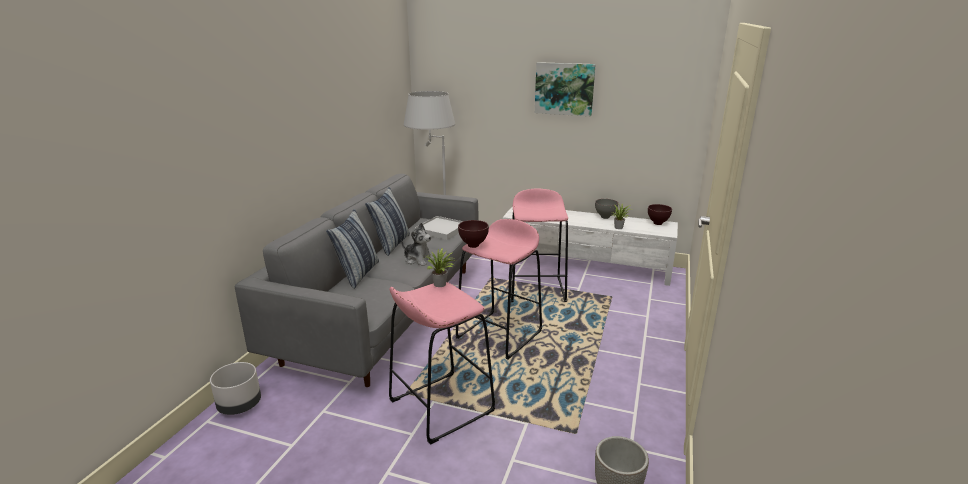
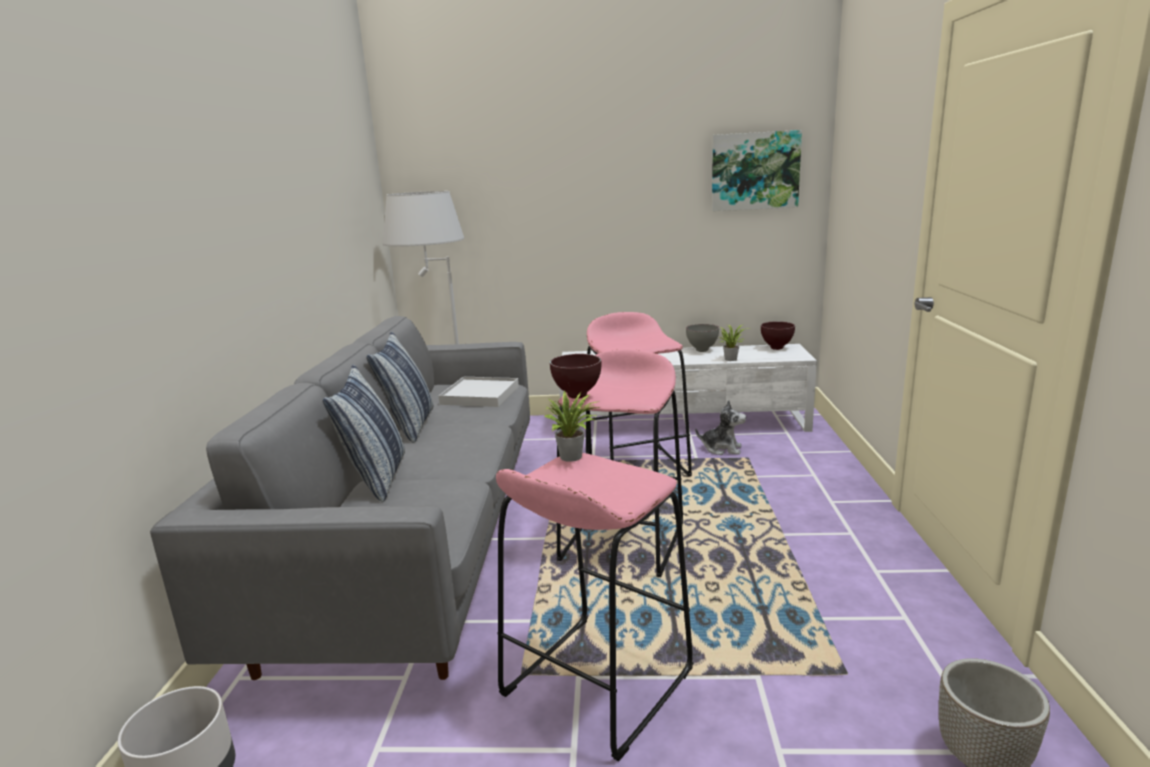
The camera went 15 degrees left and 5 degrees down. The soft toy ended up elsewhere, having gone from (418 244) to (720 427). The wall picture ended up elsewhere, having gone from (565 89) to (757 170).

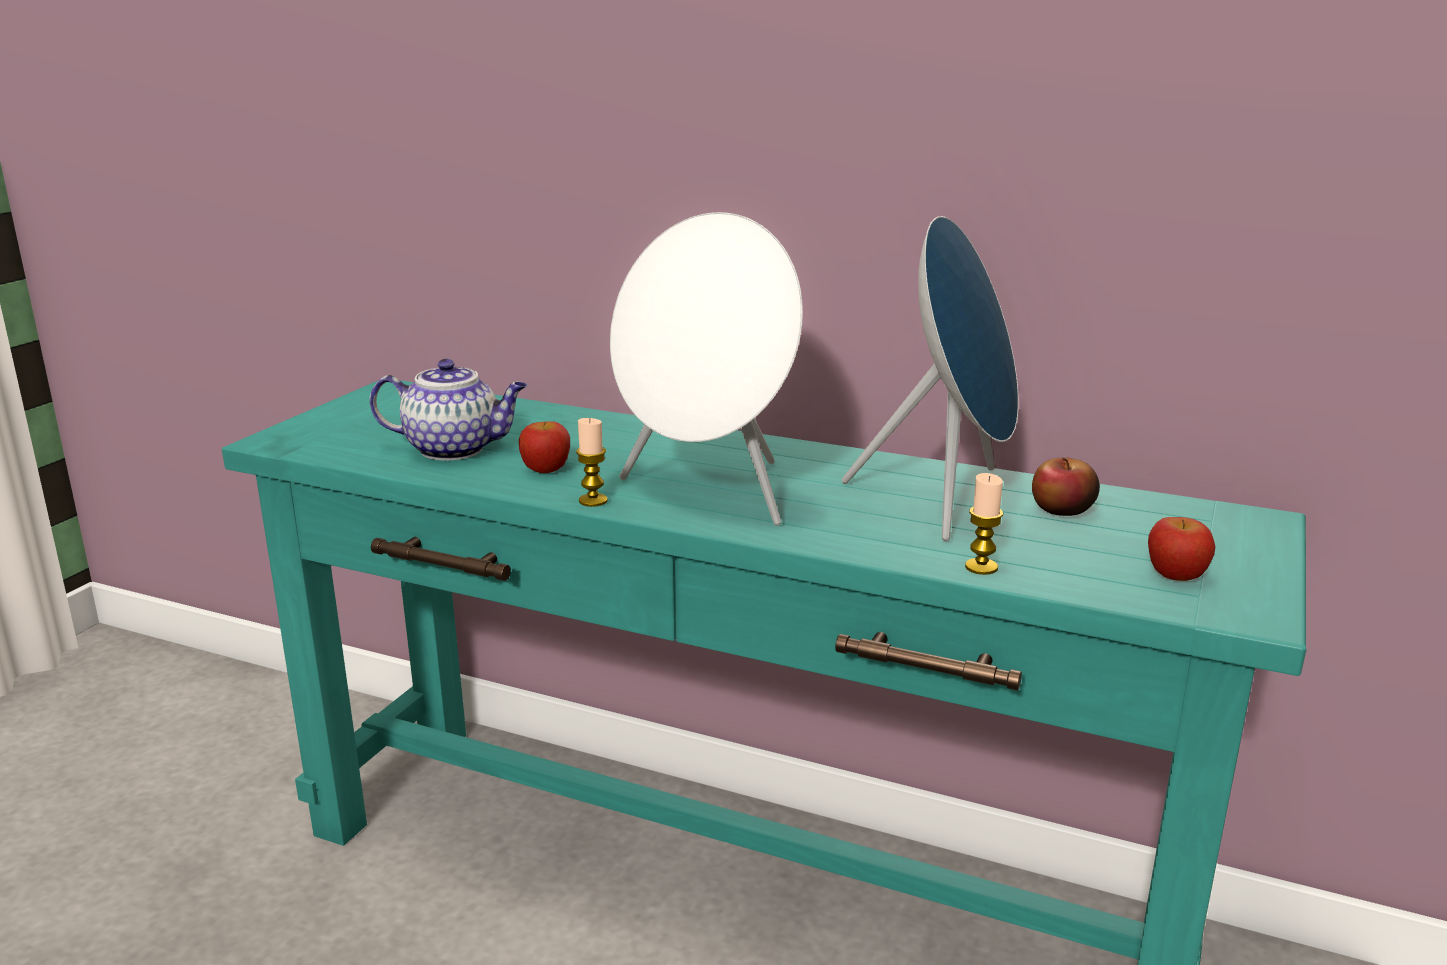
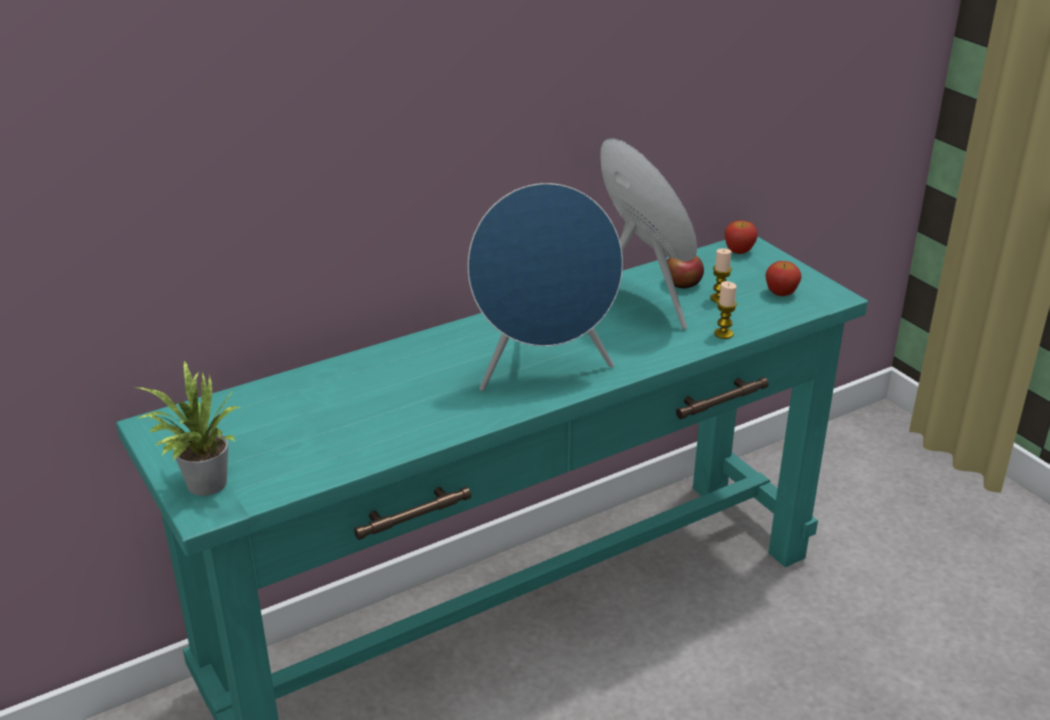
The camera went 55 degrees left and 10 degrees up. The second view lost the tea pot at (448 409). The apple ended up elsewhere, having gone from (544 447) to (741 237). The candle ended up elsewhere, having gone from (592 462) to (721 275). What was the audio speaker/white at (706 369) turned into the audio speaker/bluish at (545 287). The second view gained the plant in a pot at (188 428).

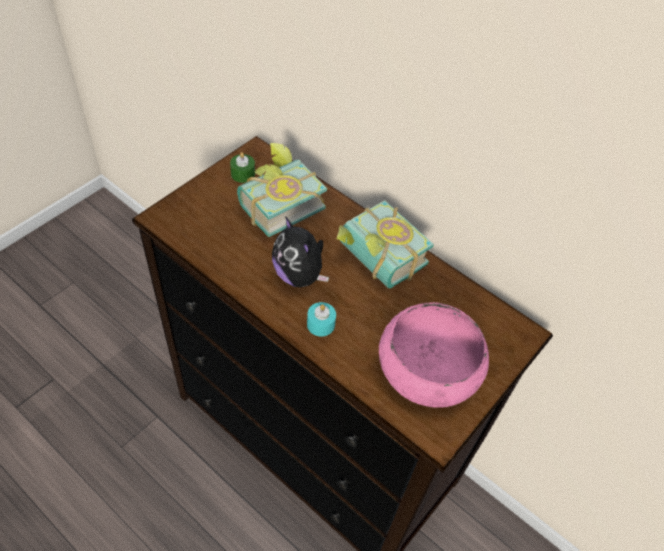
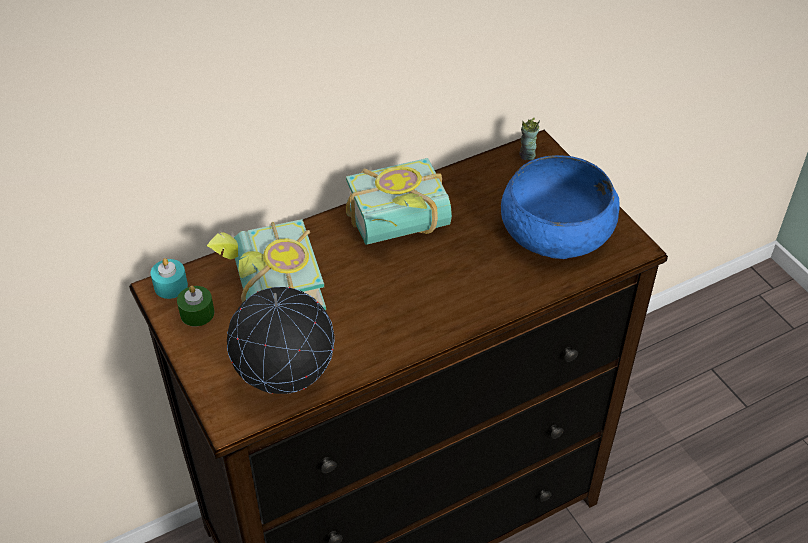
The camera went 65 degrees left and 5 degrees down. The second view lost the soft toy at (300 251). The candle/blue-green ended up elsewhere, having gone from (321 319) to (169 278). What was the serving bowl/pink-coloured at (434 355) turned into the serving bowl/bluish at (560 207). The second view gained the world globe at (281 340). The second view gained the cup at (529 139).

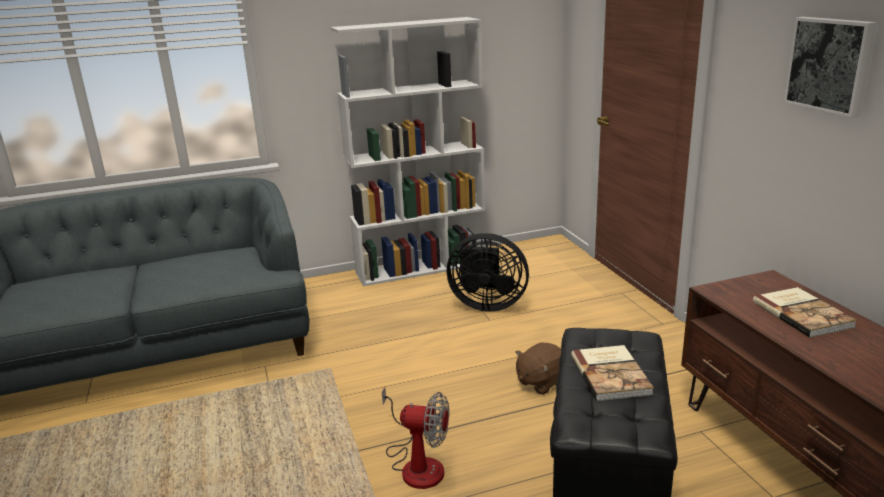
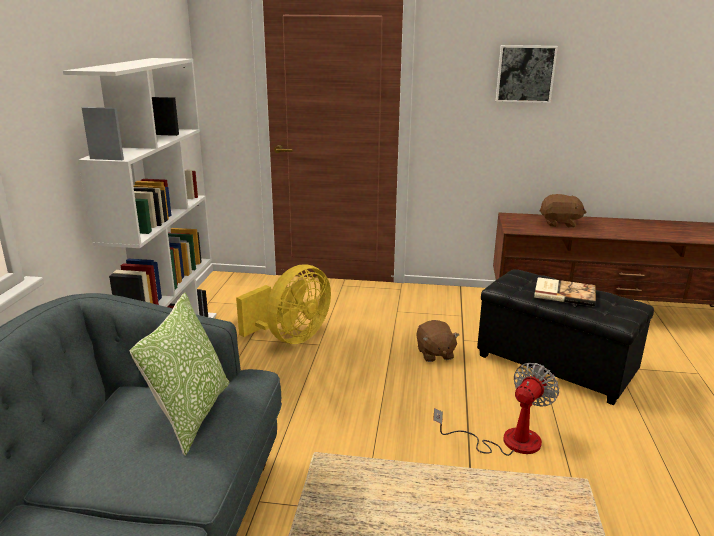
The camera went 65 degrees left and 0 degrees up. What was the fan/black at (488 272) turned into the fan/yellow-coloured at (283 304). Where the book stood at (805 312), the soft toy/brown came to stand at (563 211). The second view gained the pillow at (179 374).

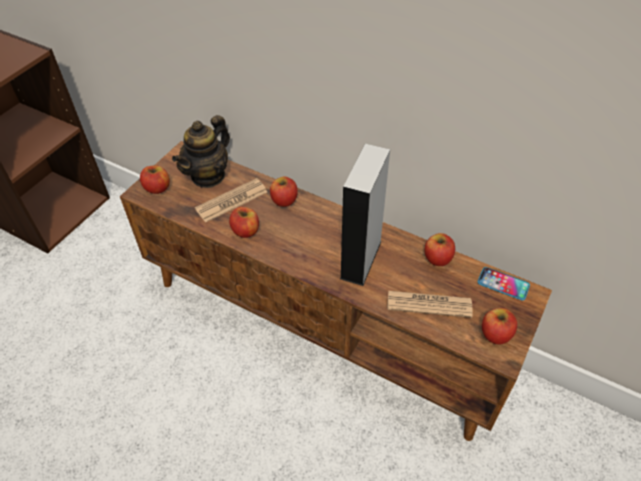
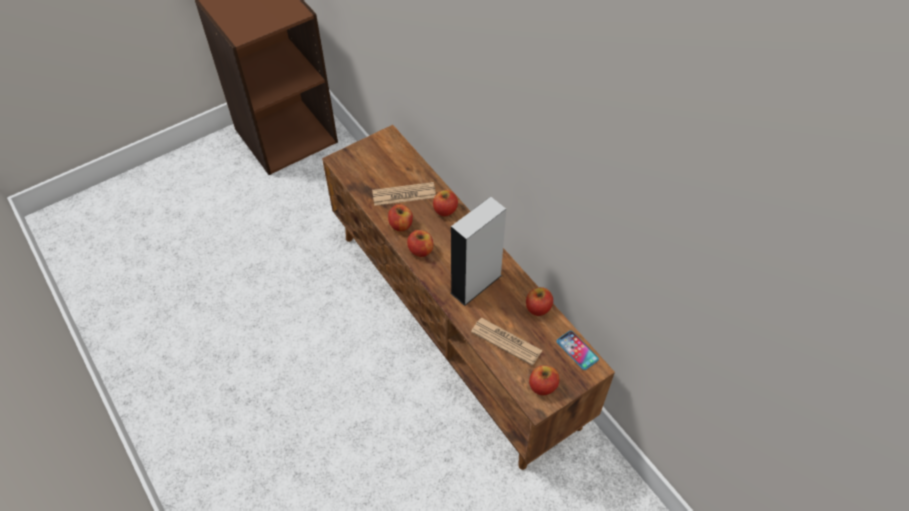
The camera went 25 degrees right and 5 degrees up. The apple ended up elsewhere, having gone from (155 180) to (420 243). The second view lost the tea pot at (201 151).

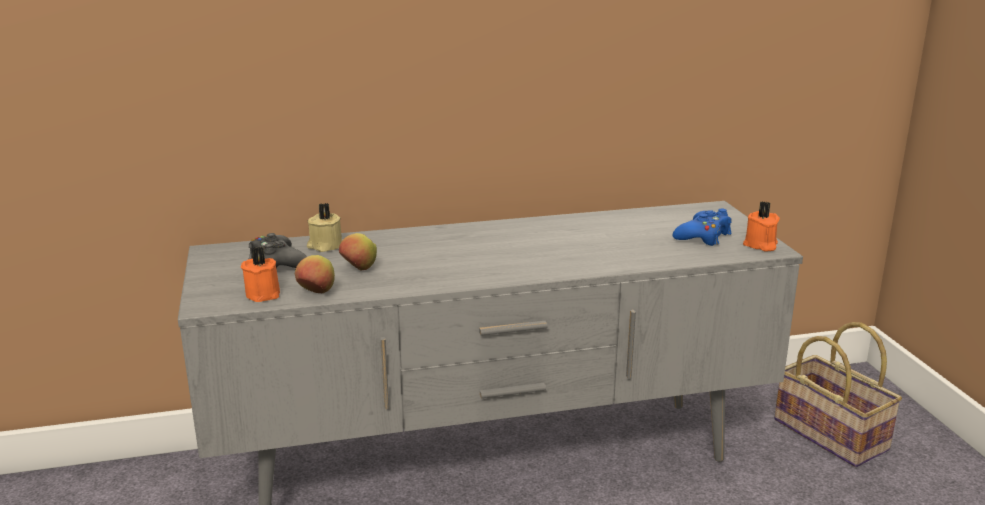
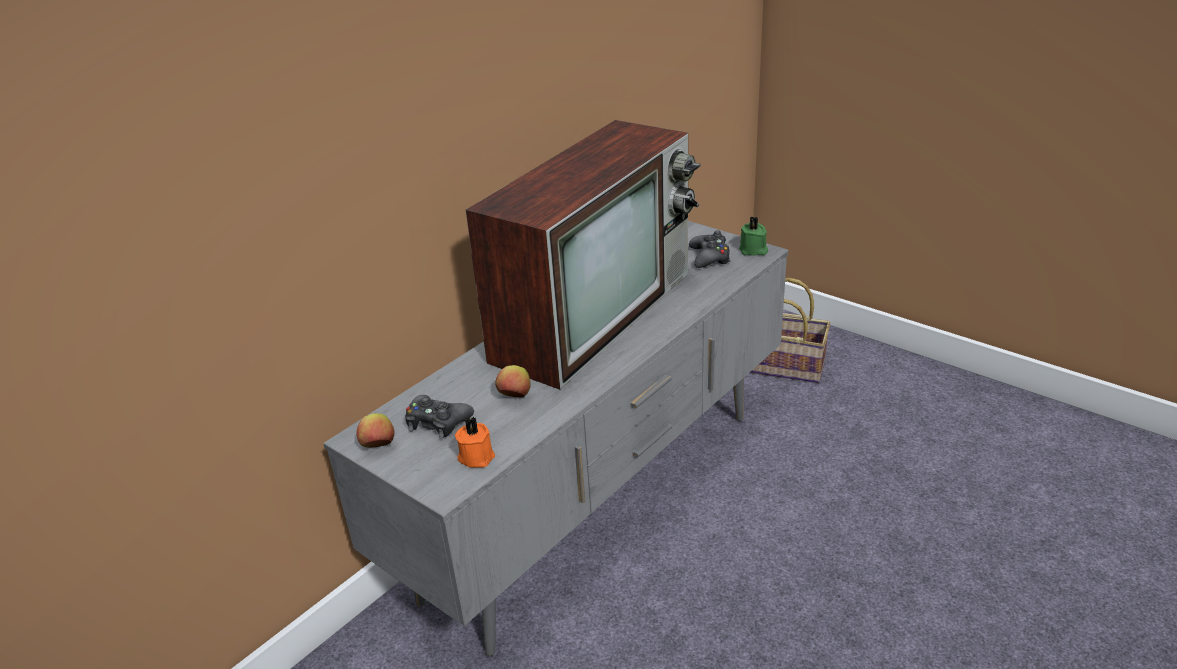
The camera went 35 degrees left and 10 degrees up. The apple ended up elsewhere, having gone from (315 274) to (375 430). The second view lost the candle/beige-coloured at (324 227). What was the joypad/bluish at (702 227) turned into the joypad/black at (710 249). What was the candle/orangey at (761 226) turned into the candle/green-coloured at (753 236). The second view gained the TV set at (583 255).

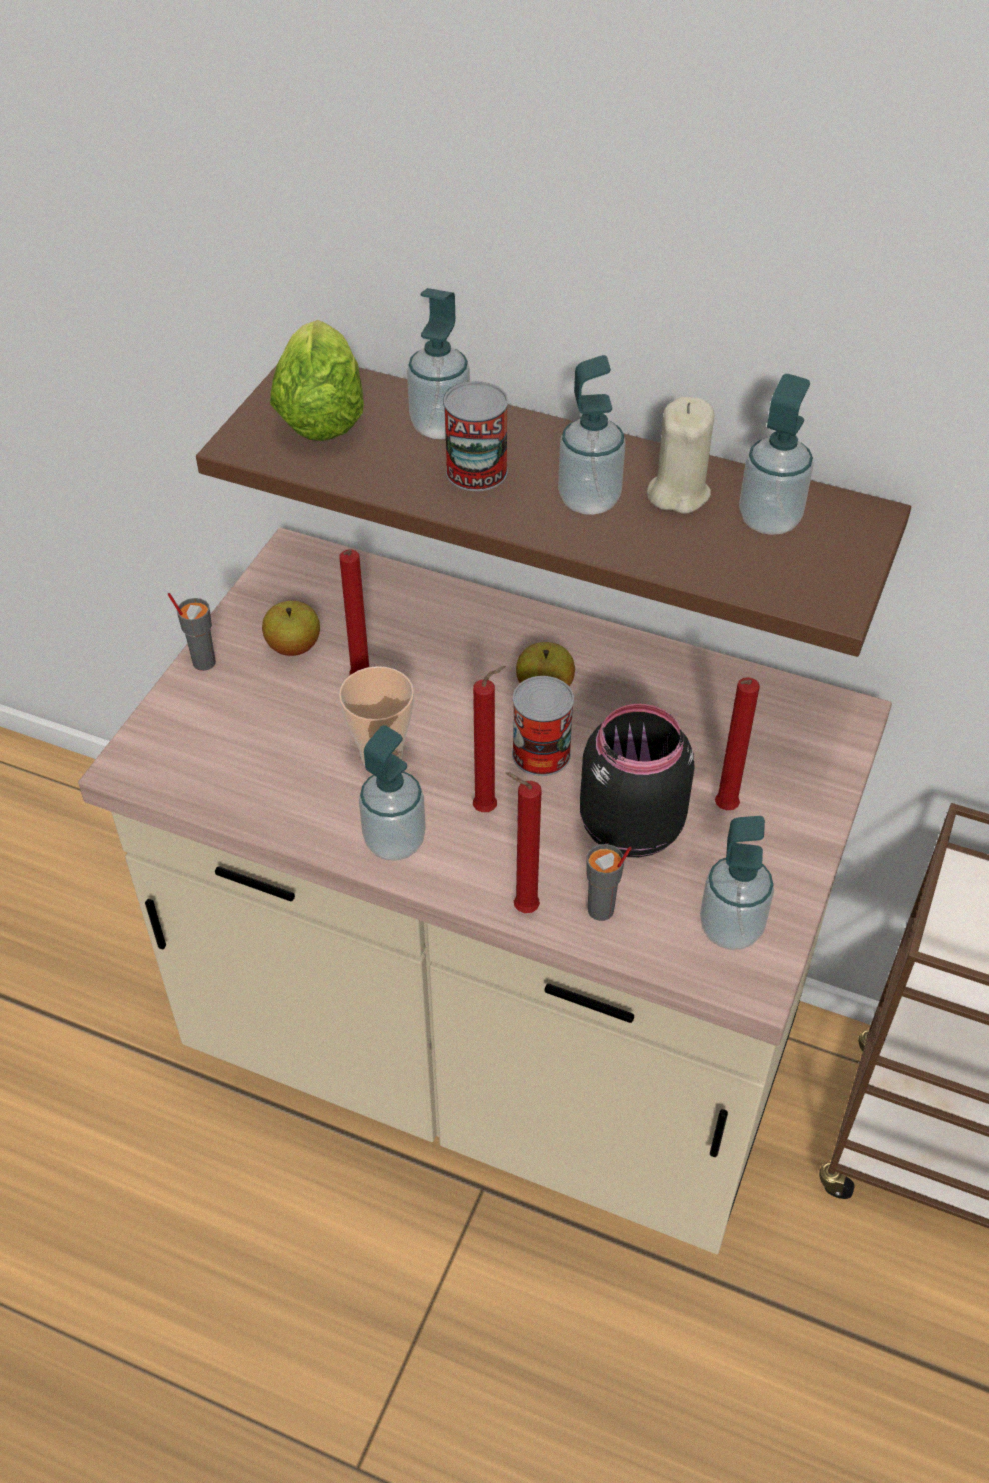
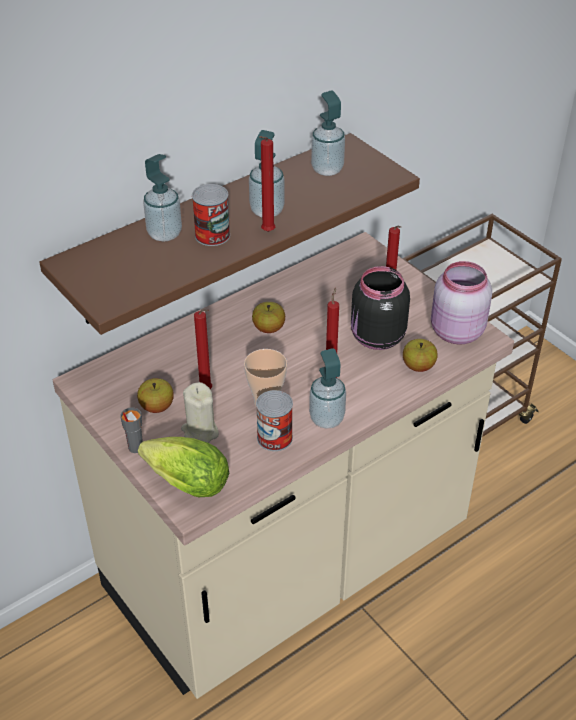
The camera went 60 degrees left and 5 degrees down. The head of lettuce ended up elsewhere, having gone from (317 380) to (183 467). The candle/red ended up elsewhere, having gone from (523 842) to (267 184). The sealed can ended up elsewhere, having gone from (543 726) to (274 420). Where the cup/greyish stood at (609 882), the apple came to stand at (420 355). The candle/beige-coloured ended up elsewhere, having gone from (680 455) to (200 412). Where the soap dispenser stood at (737 883), the jar/pink-coloured came to stand at (461 303).

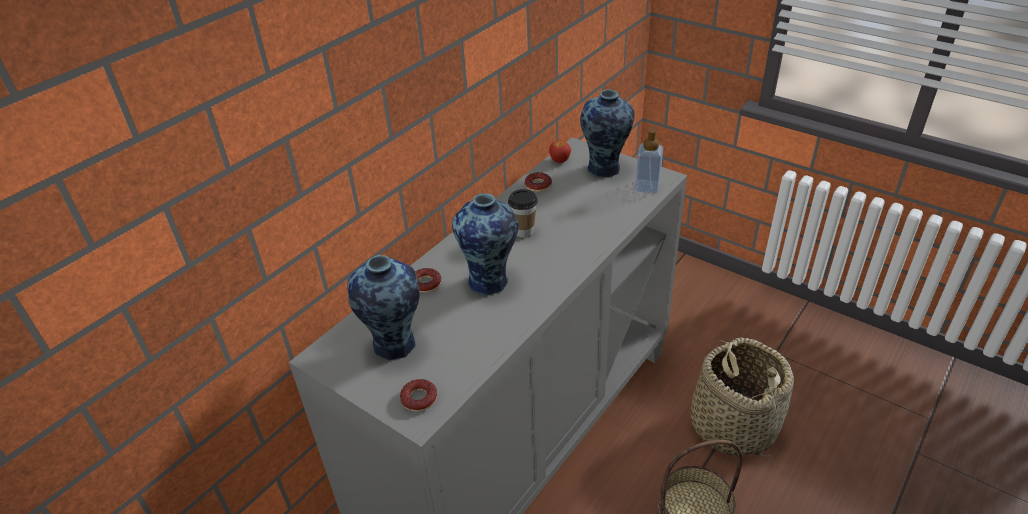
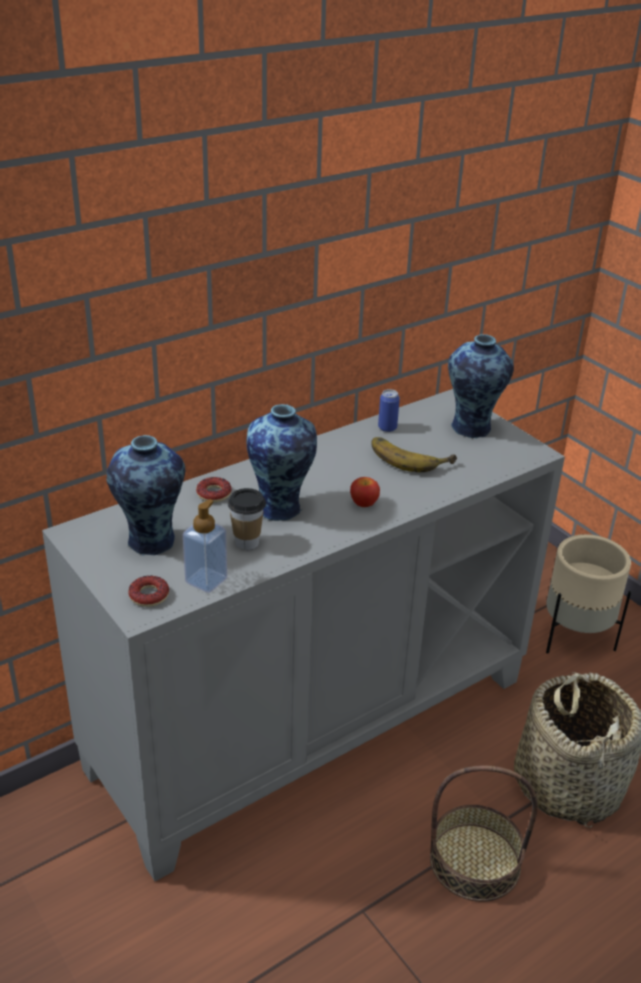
The camera went 15 degrees right and 5 degrees down. The cup ended up elsewhere, having gone from (523 213) to (247 519). Where the doughnut stood at (538 182), the sealed can came to stand at (389 410). The apple ended up elsewhere, having gone from (560 152) to (365 492). The soap dispenser ended up elsewhere, having gone from (649 159) to (205 546). The second view gained the banana at (414 454). The second view gained the plant pot/beige-coloured at (588 594).

